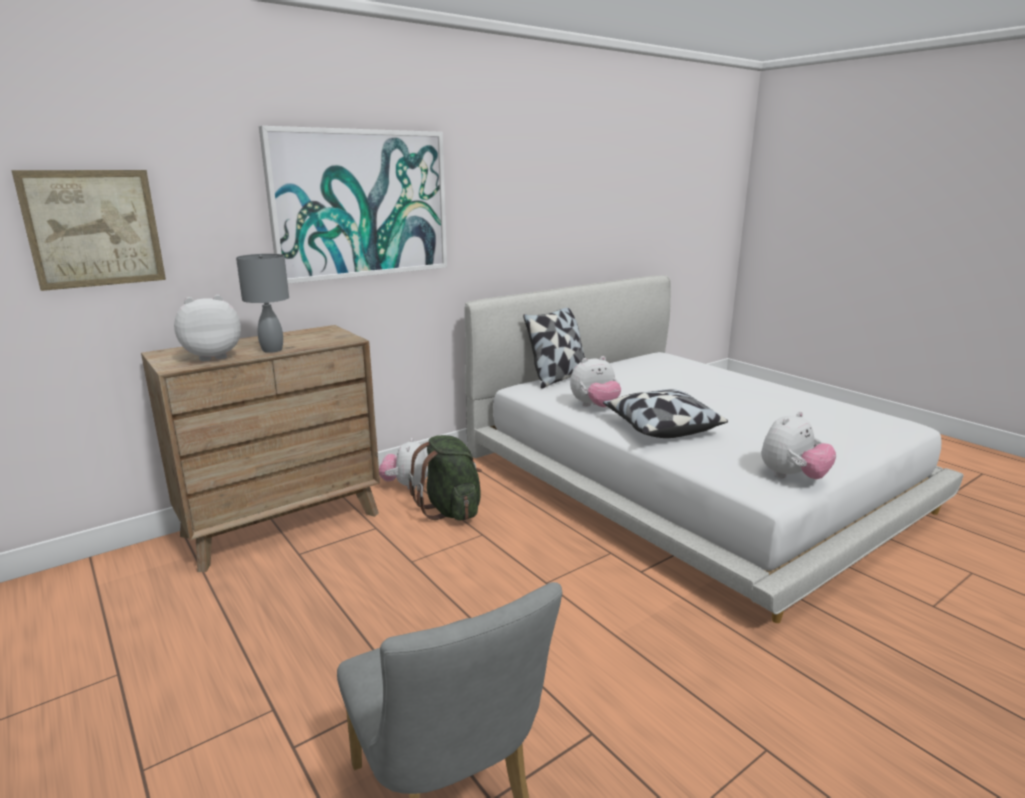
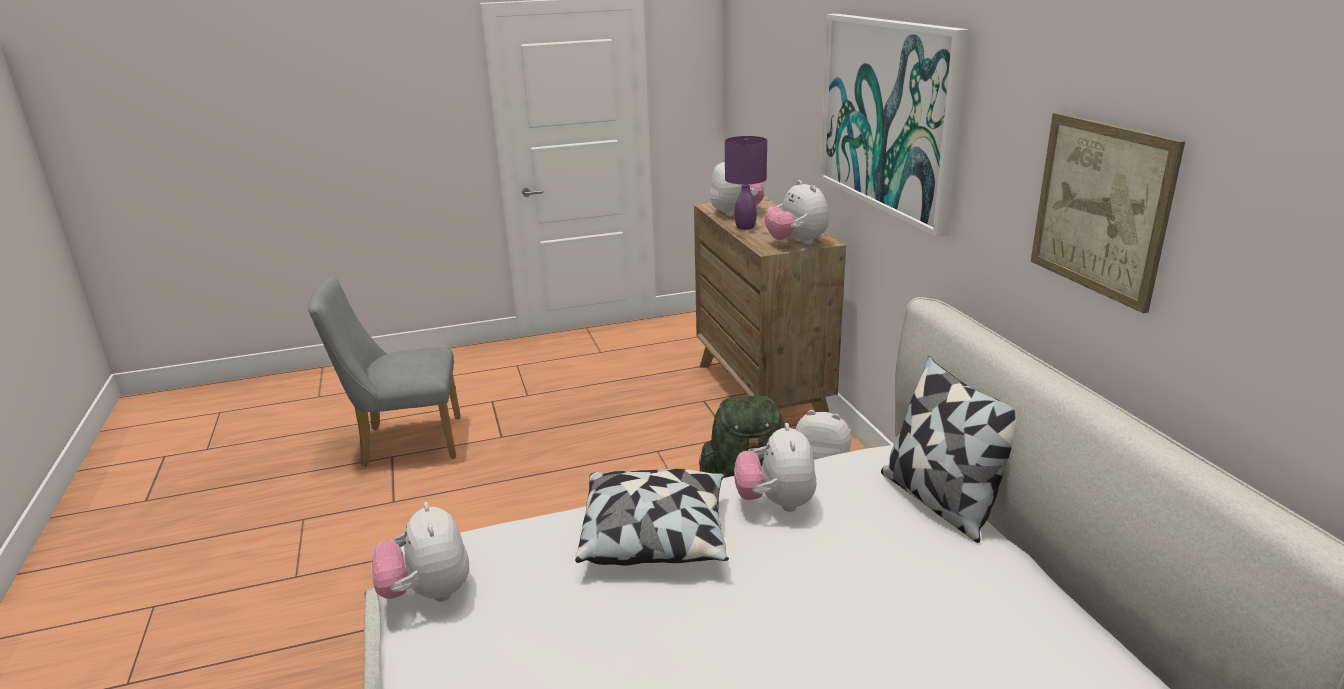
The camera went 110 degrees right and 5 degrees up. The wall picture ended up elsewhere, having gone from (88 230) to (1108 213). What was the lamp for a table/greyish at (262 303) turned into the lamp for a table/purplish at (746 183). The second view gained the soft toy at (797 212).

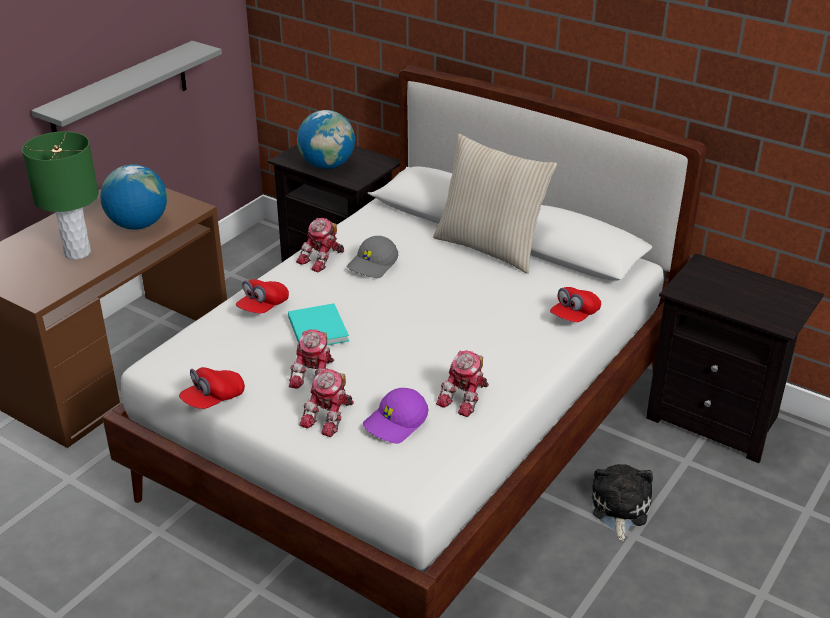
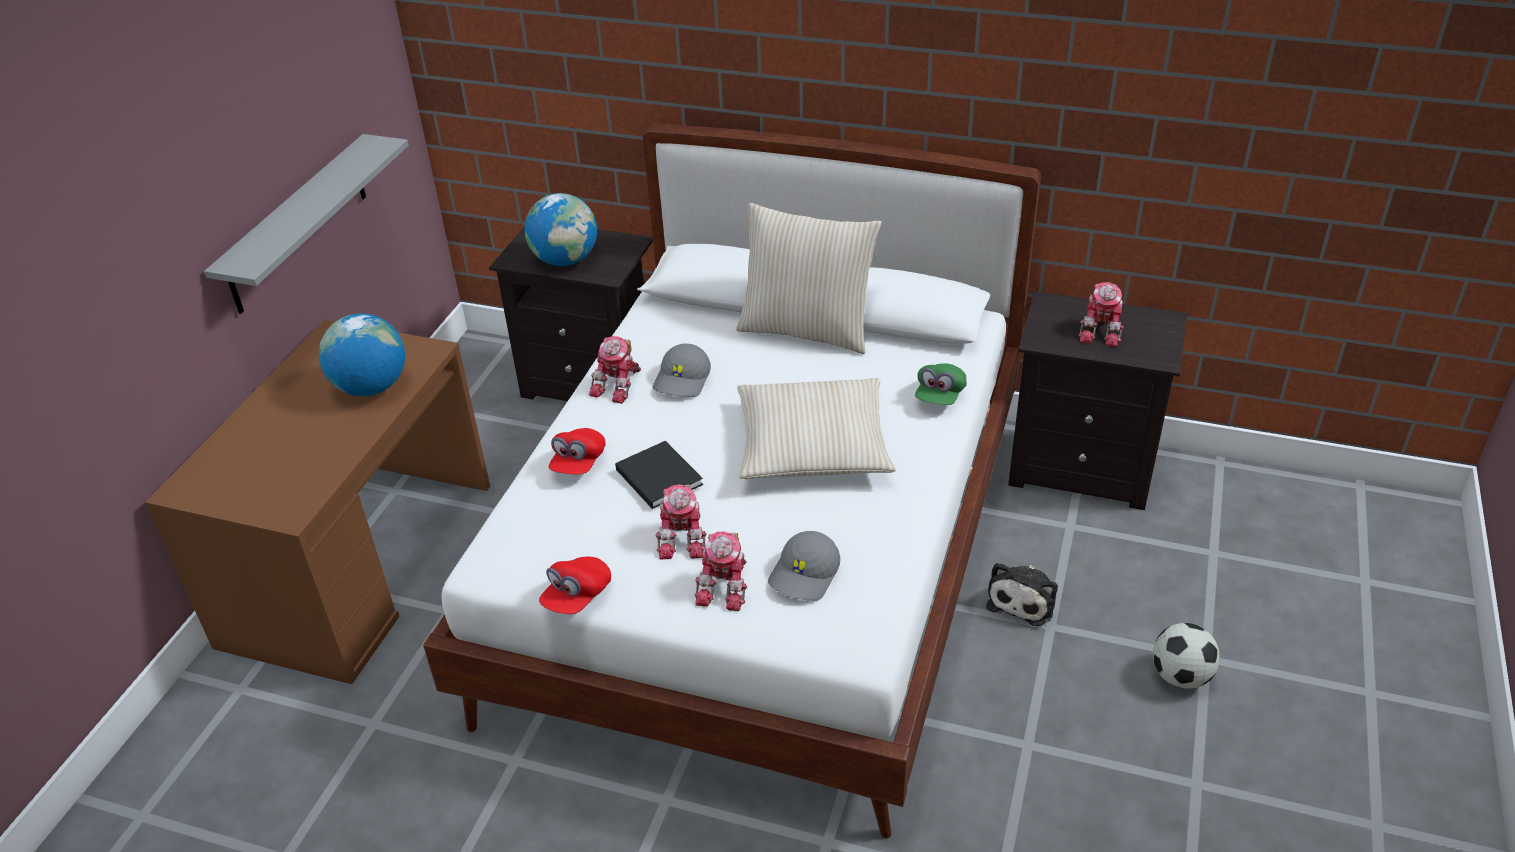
The camera went 15 degrees left and 5 degrees up. The second view lost the lamp for a table/green-coloured at (60 195). What was the book/blue-green at (318 324) turned into the book/black at (659 475). What was the baseball cap/purplish at (395 416) turned into the baseball cap/greyish at (804 566). The model robot ended up elsewhere, having gone from (462 383) to (1101 314). What was the baseball cap/red at (575 304) turned into the baseball cap/green-coloured at (941 384). The soft toy at (622 502) ended up facing another way, 150 degrees counterclockwise from before. The second view gained the pillow/beige-coloured at (816 428). The second view gained the football ball at (1186 656).

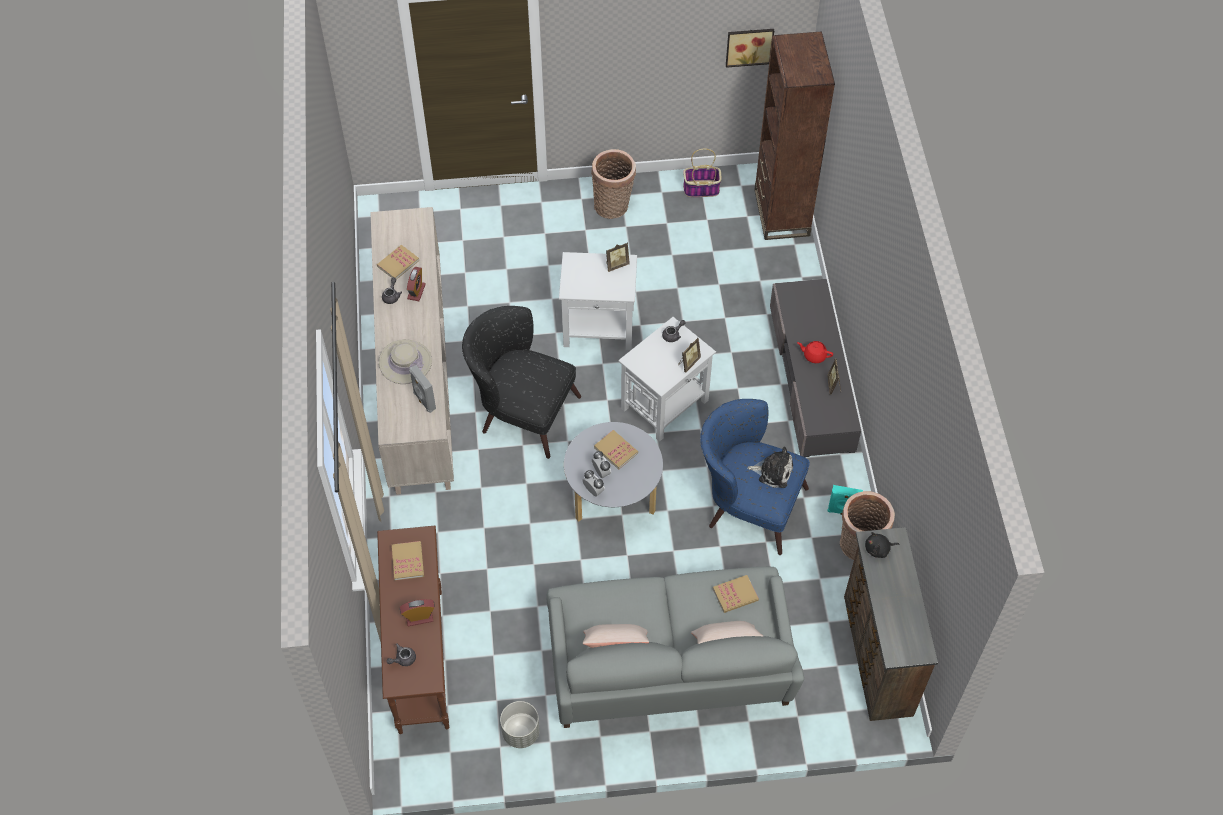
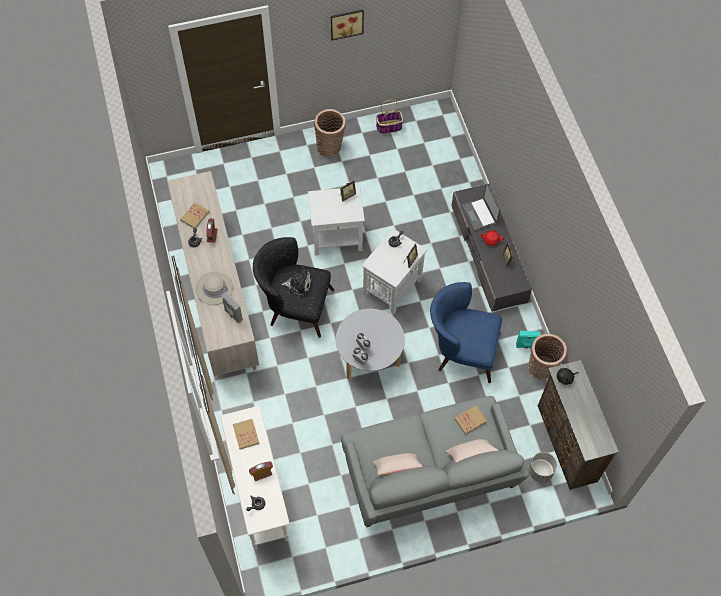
The camera went 10 degrees left and 5 degrees up. What was the hall table/brown at (413 630) turned into the hall table/white at (255 478). The plant pot/greyish ended up elsewhere, having gone from (520 724) to (543 467). The second view lost the book at (616 449). The wall picture ended up elsewhere, having gone from (750 48) to (347 25). The soft toy ended up elsewhere, having gone from (770 467) to (296 281). The second view lost the bookshelf/brown at (794 135). The second view gained the notebook computer at (481 207).

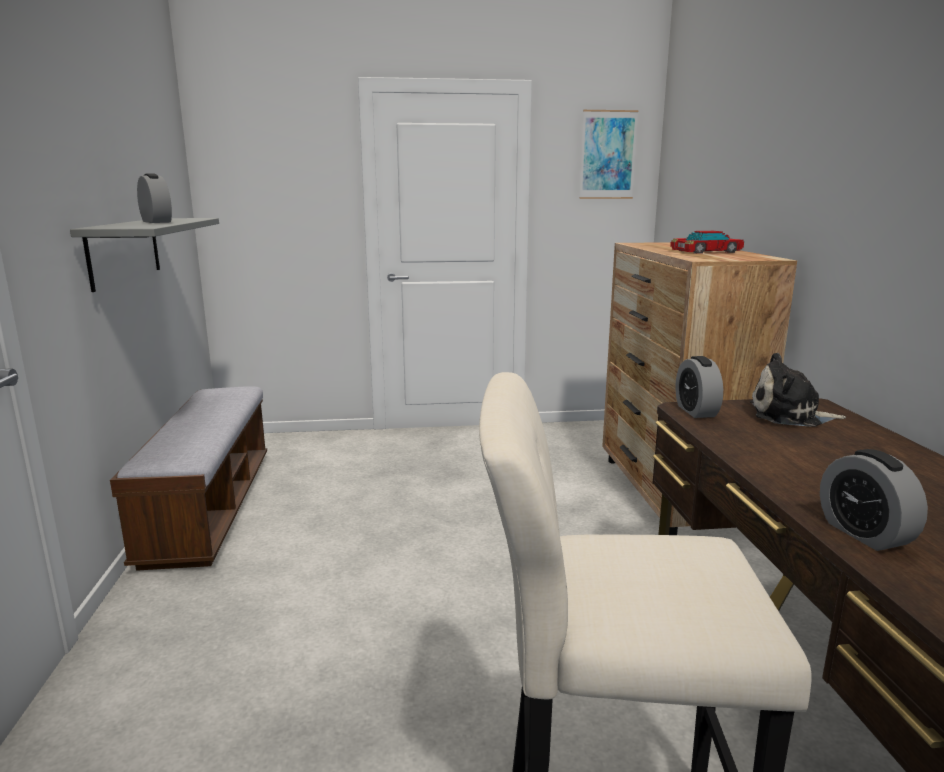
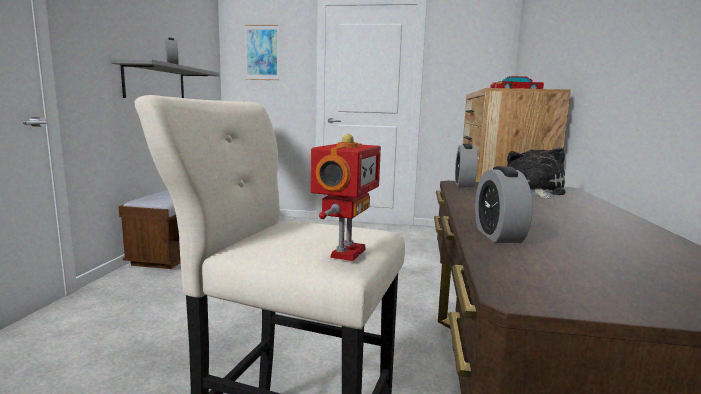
The camera went 15 degrees right and 5 degrees down. The wall picture ended up elsewhere, having gone from (608 154) to (262 52). The soft toy at (798 390) ended up facing another way, 75 degrees clockwise from before. The second view gained the model robot at (346 197).

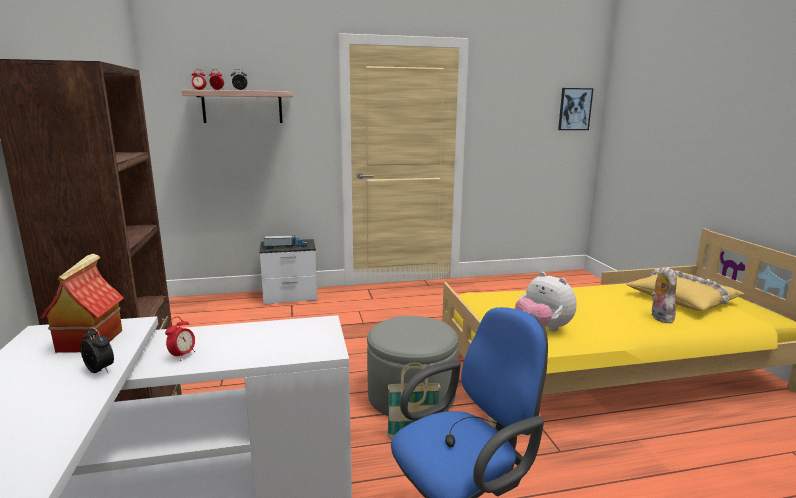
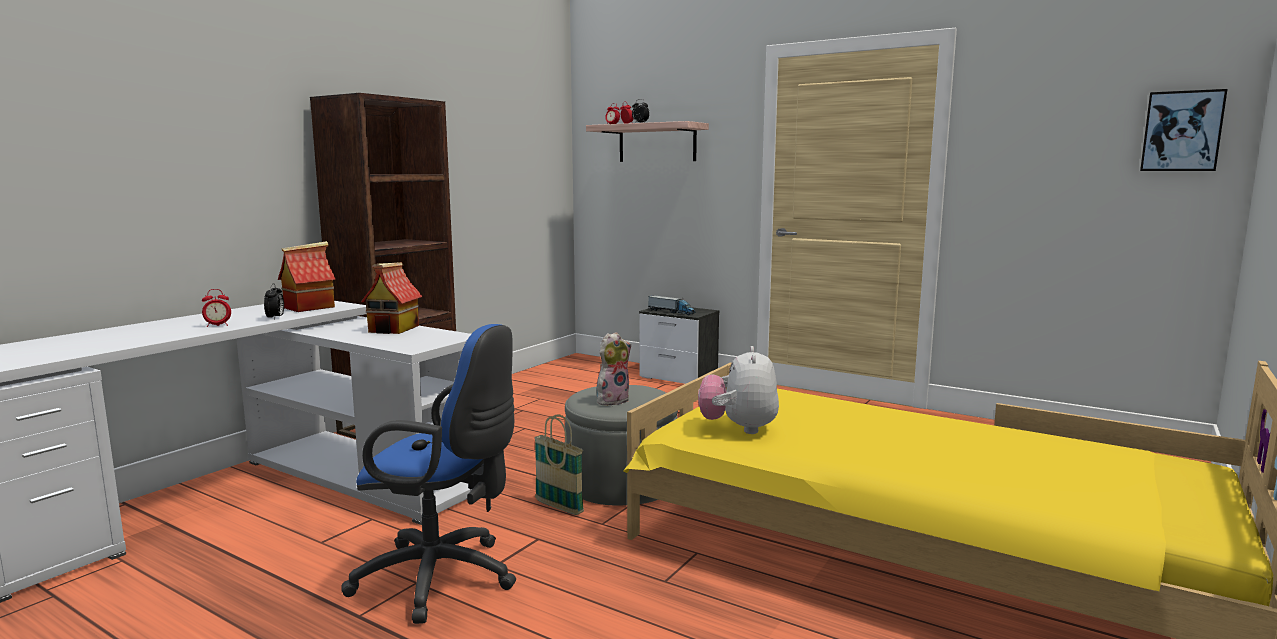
The camera went 45 degrees right and 5 degrees down. The table clock ended up elsewhere, having gone from (180 338) to (216 308). The second view lost the pillow/yellow-coloured at (685 289). The soft toy ended up elsewhere, having gone from (664 295) to (614 368). The second view gained the toy house at (392 298).

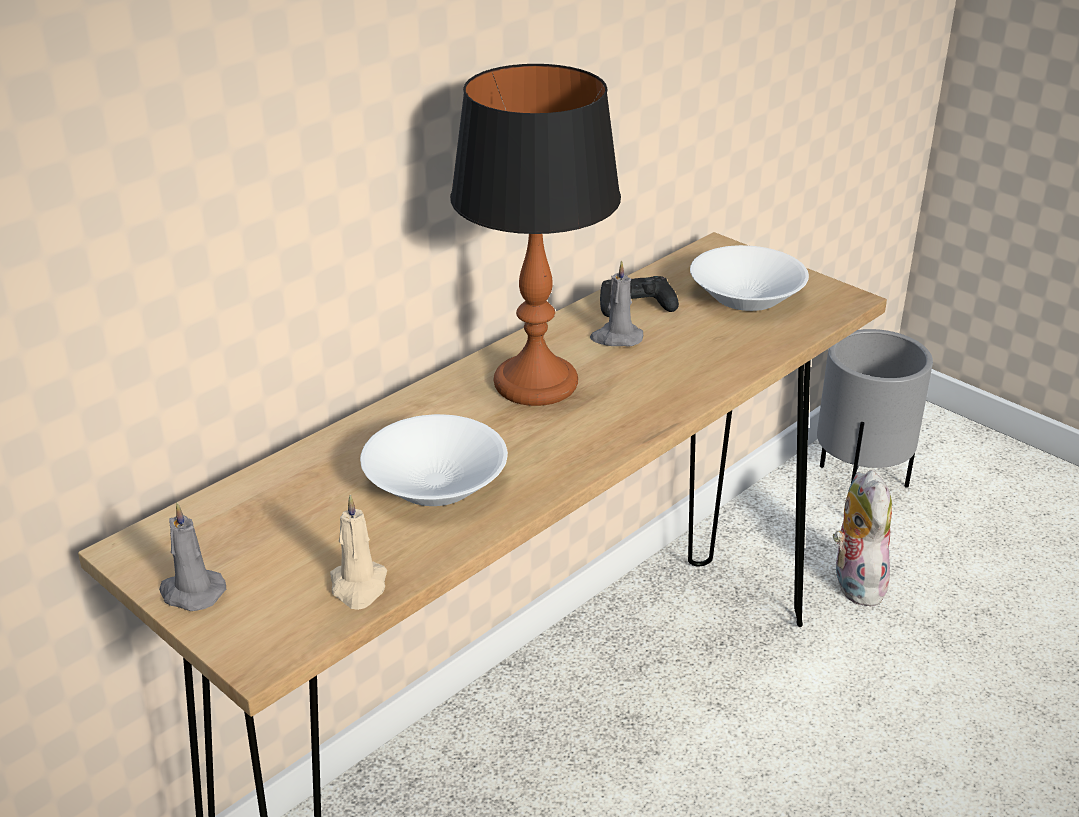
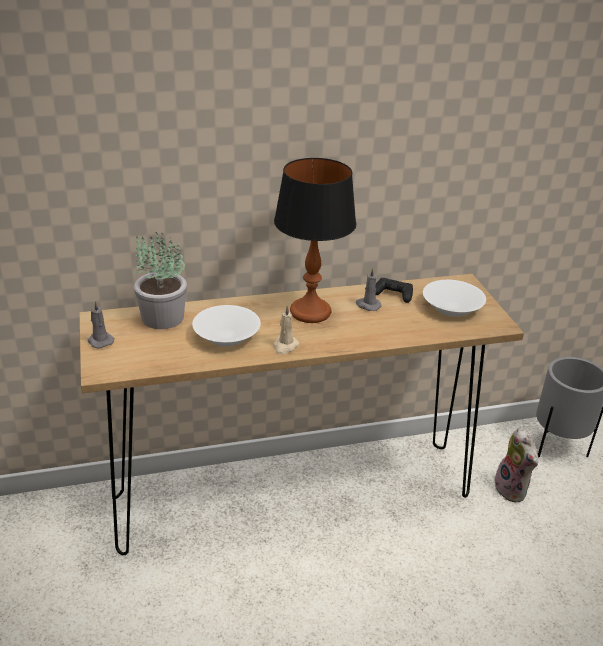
The camera went 30 degrees right and 0 degrees up. The candle/beige-coloured ended up elsewhere, having gone from (358 552) to (286 330). The soft toy at (862 538) ended up facing another way, 135 degrees clockwise from before. The second view gained the plant in a pot at (160 280).

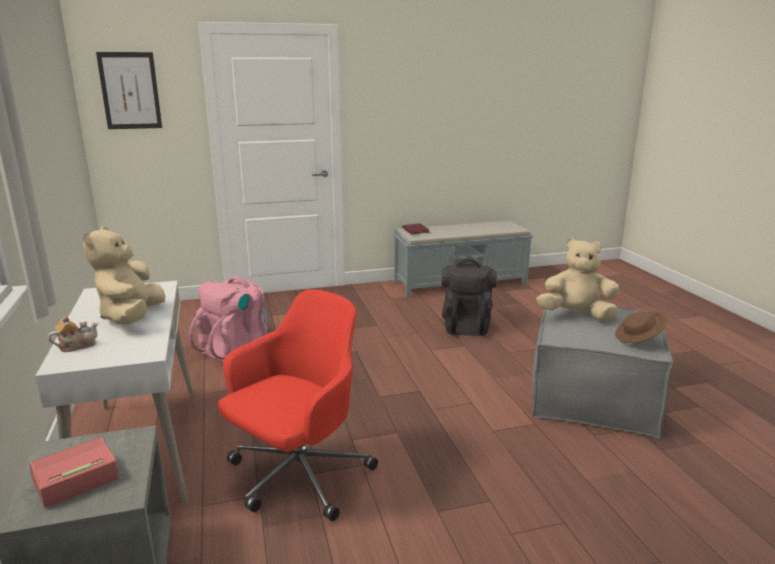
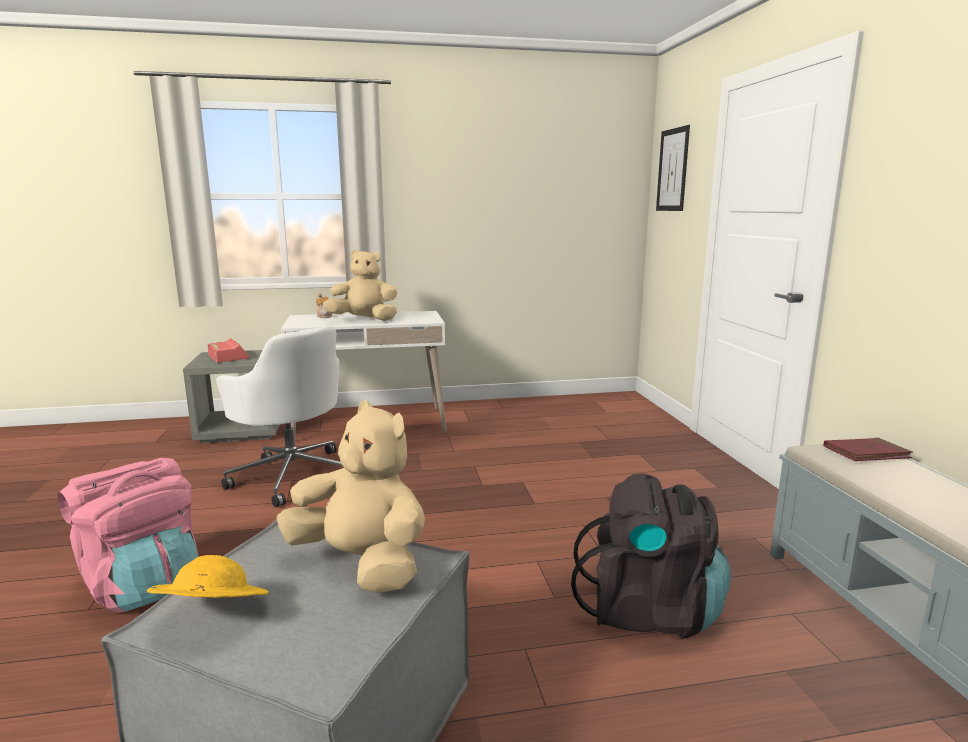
The camera went 95 degrees right and 5 degrees down. The backpack/pink-coloured ended up elsewhere, having gone from (228 318) to (128 535). What was the office chair/red at (298 405) turned into the office chair/white at (279 417). The soft toy/beige-coloured at (578 279) ended up facing another way, 75 degrees counterclockwise from before. What was the wearable hat/brown at (641 327) turned into the wearable hat/yellow-coloured at (208 576).

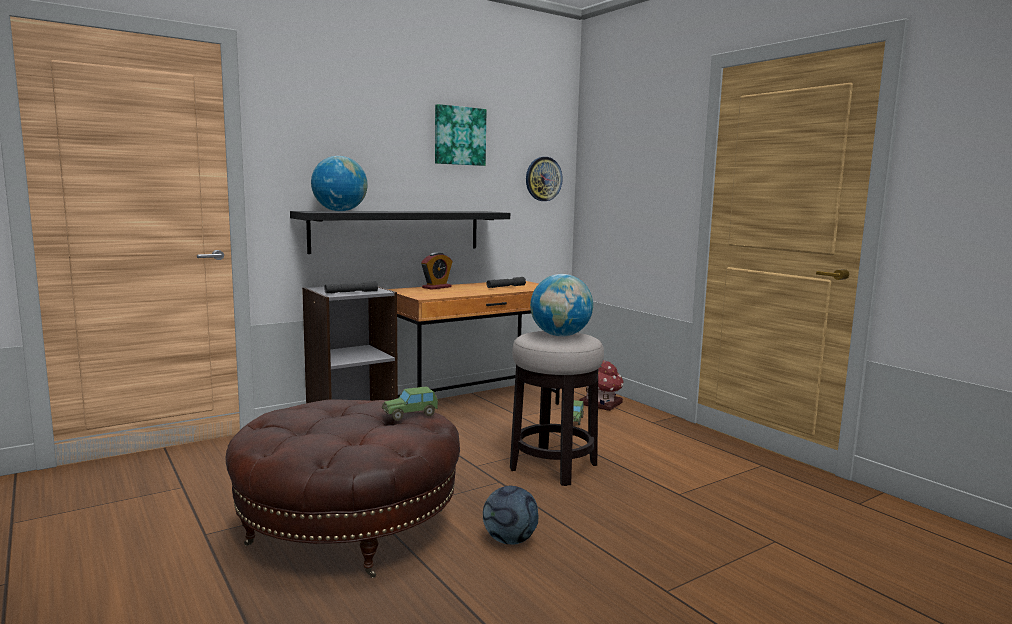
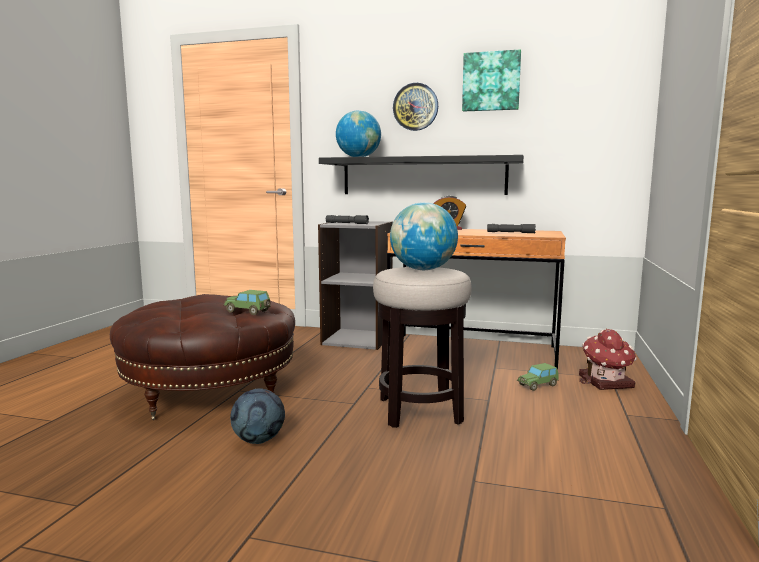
The camera went 50 degrees right and 0 degrees up. The wall clock ended up elsewhere, having gone from (544 179) to (415 107).

